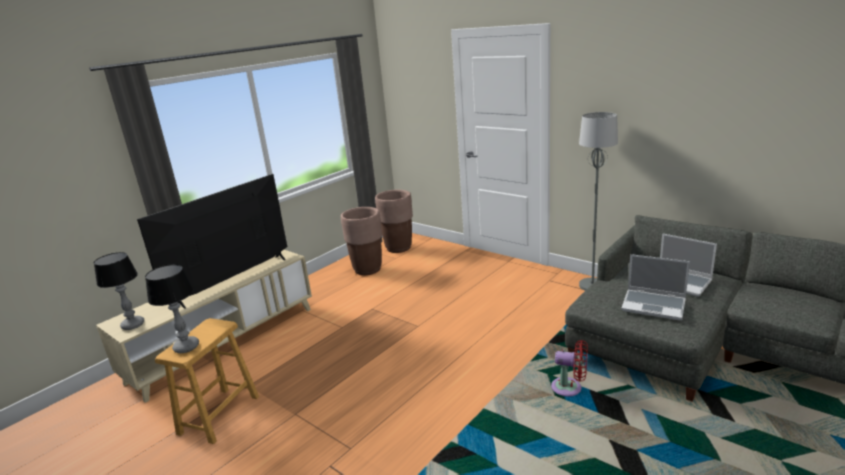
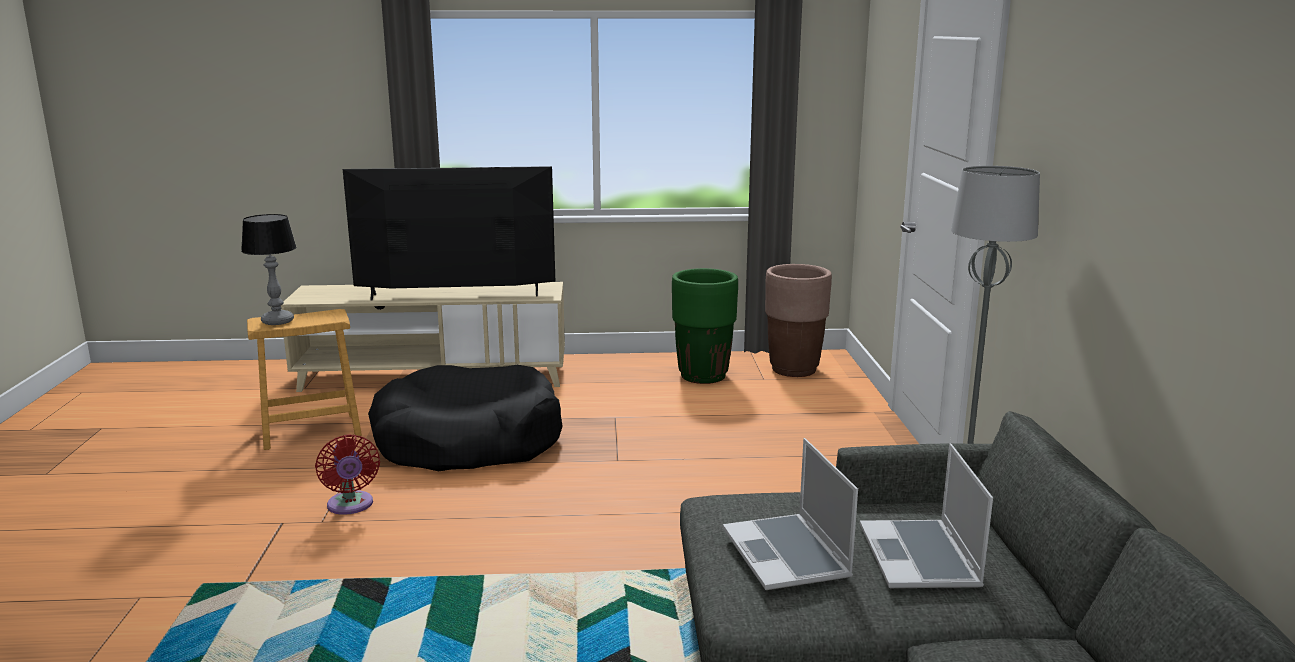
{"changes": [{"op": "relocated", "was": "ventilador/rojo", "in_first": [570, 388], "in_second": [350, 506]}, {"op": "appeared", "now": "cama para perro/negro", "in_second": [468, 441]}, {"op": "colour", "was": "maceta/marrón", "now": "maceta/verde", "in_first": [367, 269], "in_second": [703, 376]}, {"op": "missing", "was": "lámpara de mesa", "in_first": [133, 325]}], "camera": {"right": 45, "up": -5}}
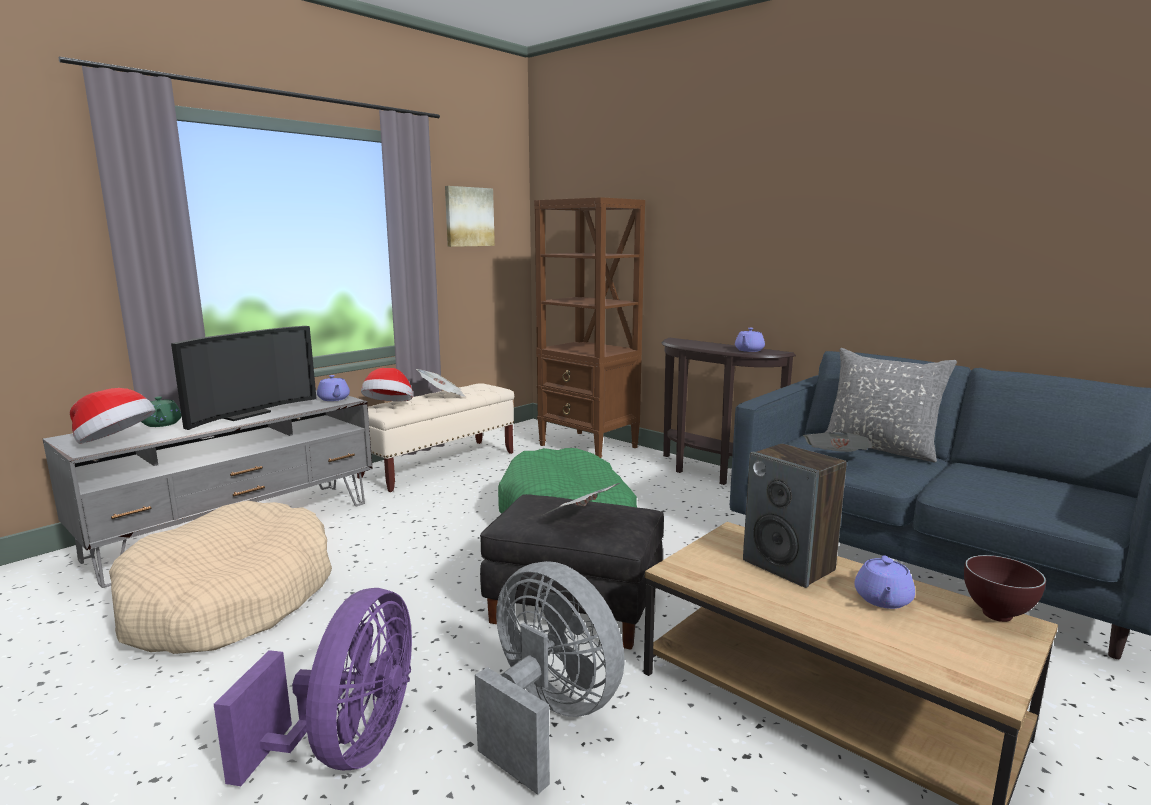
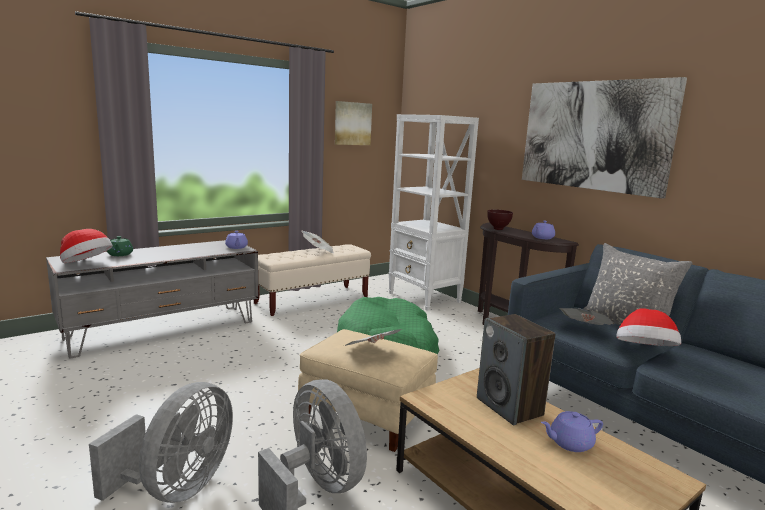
{"changes": [{"op": "colour", "was": "ventilador/morado", "now": "ventilador/gris", "in_first": [347, 748], "in_second": [177, 488]}, {"op": "colour", "was": "puf/negro", "now": "puf/beis", "in_first": [576, 606], "in_second": [367, 415]}, {"op": "colour", "was": "estantería/marrón", "now": "estantería/blanco", "in_first": [589, 446], "in_second": [424, 298]}, {"op": "relocated", "was": "cuenco/marrón", "in_first": [994, 615], "in_second": [497, 229]}, {"op": "appeared", "now": "cuadro", "in_second": [594, 135]}, {"op": "spun", "was": "tetera/morado", "in_first": [882, 599], "in_second": [569, 443], "clockwise": 45}, {"op": "relocated", "was": "sombrero", "in_first": [389, 406], "in_second": [644, 352]}, {"op": "missing", "was": "cama para perro/beis", "in_first": [229, 600]}, {"op": "missing", "was": "televisor", "in_first": [244, 415]}], "camera": {"right": 10, "up": 0}}
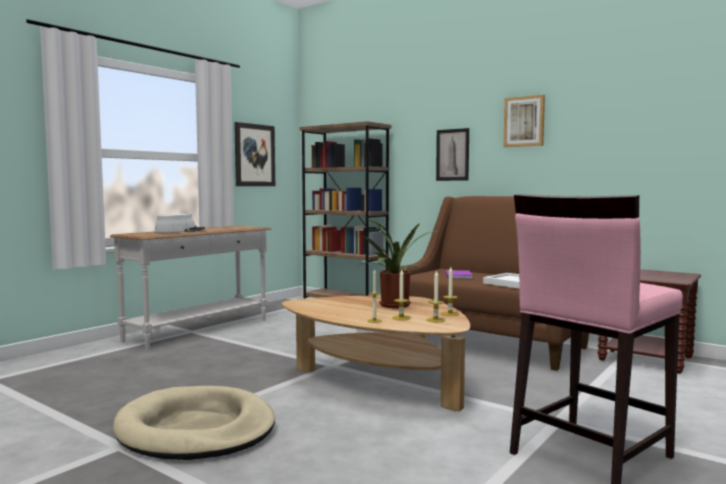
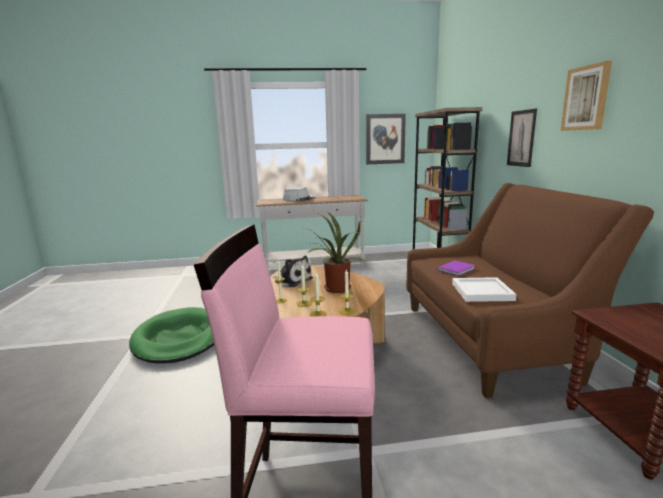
{"changes": [{"op": "colour", "was": "cama para perro/beis", "now": "cama para perro/verde", "in_first": [196, 429], "in_second": [179, 339]}, {"op": "appeared", "now": "peluche", "in_second": [292, 280]}], "camera": {"right": 45, "up": 10}}
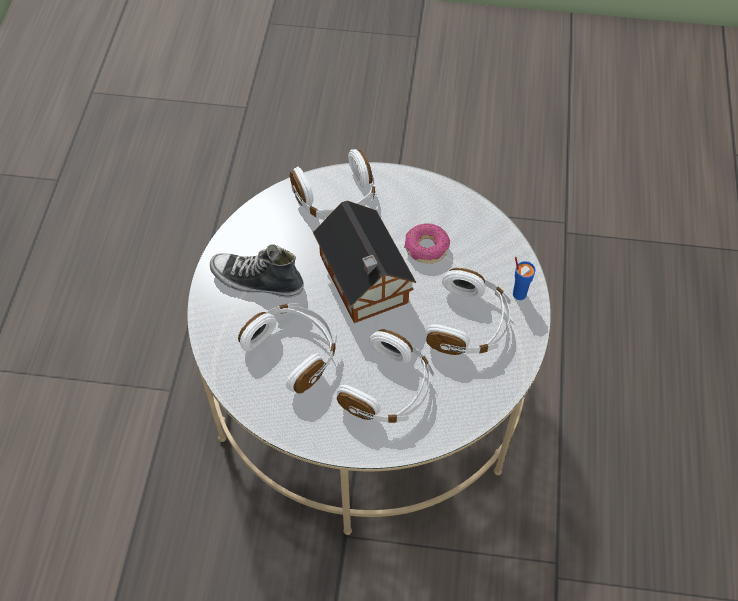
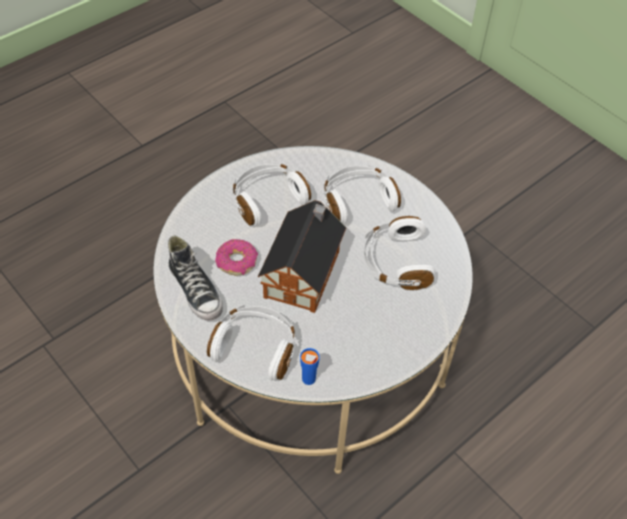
{"changes": [{"op": "relocated", "was": "zapato", "in_first": [257, 280], "in_second": [196, 291]}, {"op": "relocated", "was": "taza/azul", "in_first": [519, 294], "in_second": [308, 379]}], "camera": {"right": -140, "up": -5}}
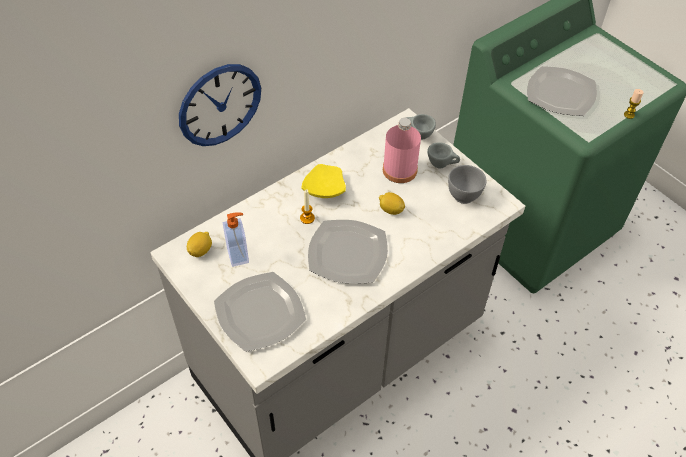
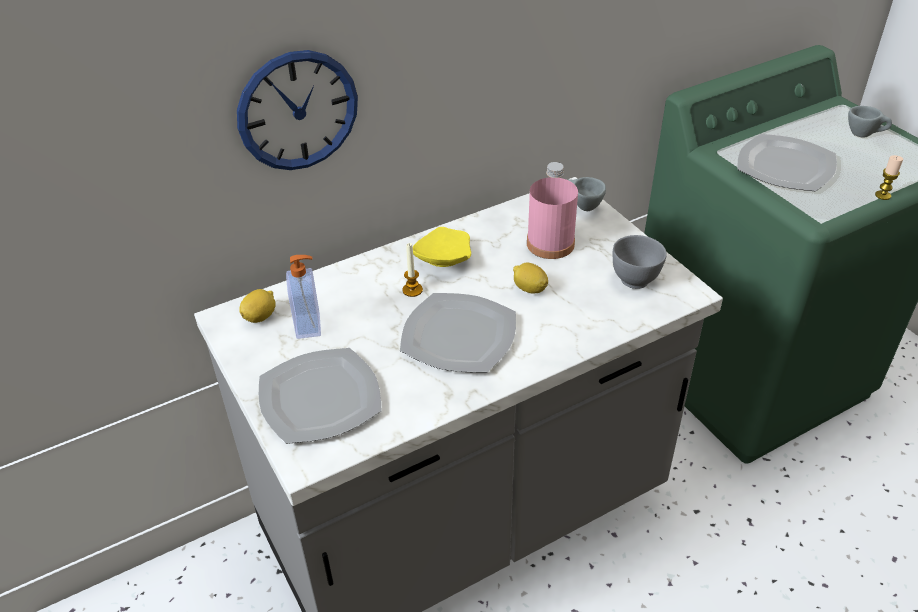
{"changes": [{"op": "relocated", "was": "taza/gris", "in_first": [442, 165], "in_second": [864, 135]}], "camera": {"right": 10, "up": -10}}
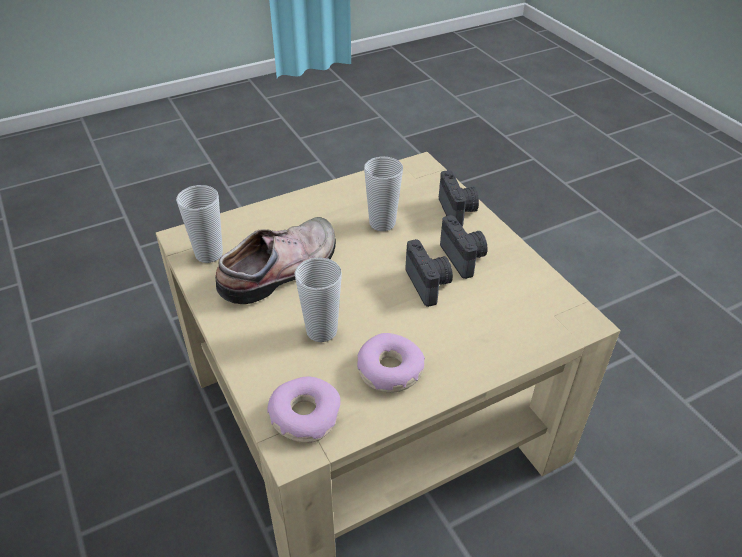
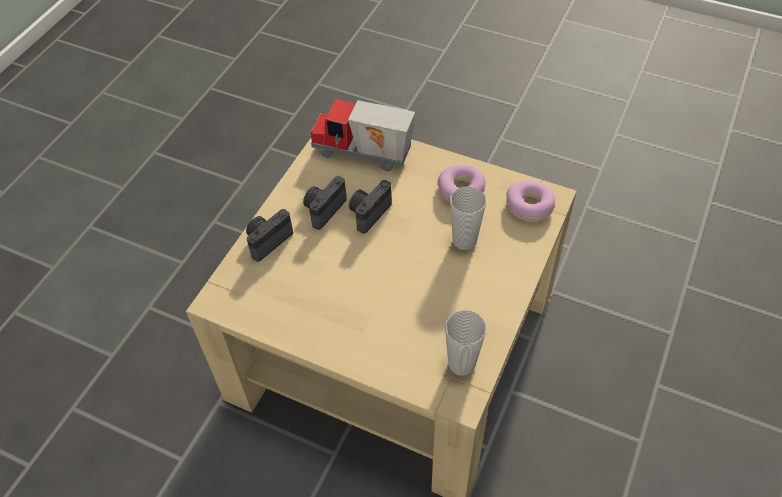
{"changes": [{"op": "appeared", "now": "camión de juguete", "in_second": [363, 155]}, {"op": "missing", "was": "zapato", "in_first": [283, 271]}, {"op": "missing", "was": "taza", "in_first": [382, 223]}], "camera": {"right": -125, "up": 10}}
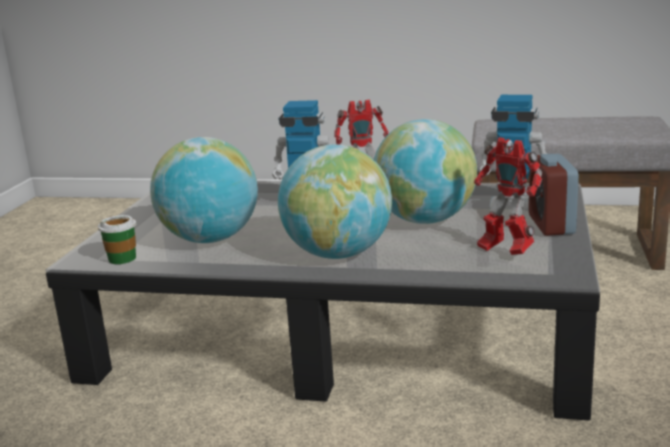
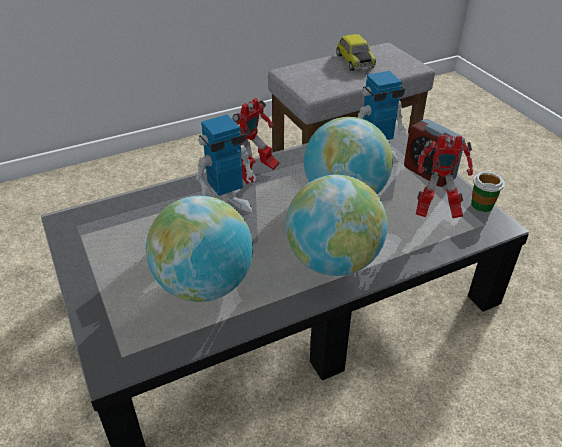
{"changes": [{"op": "appeared", "now": "coche de juguete", "in_second": [354, 61]}, {"op": "relocated", "was": "taza", "in_first": [122, 258], "in_second": [482, 205]}], "camera": {"right": -40, "up": 20}}
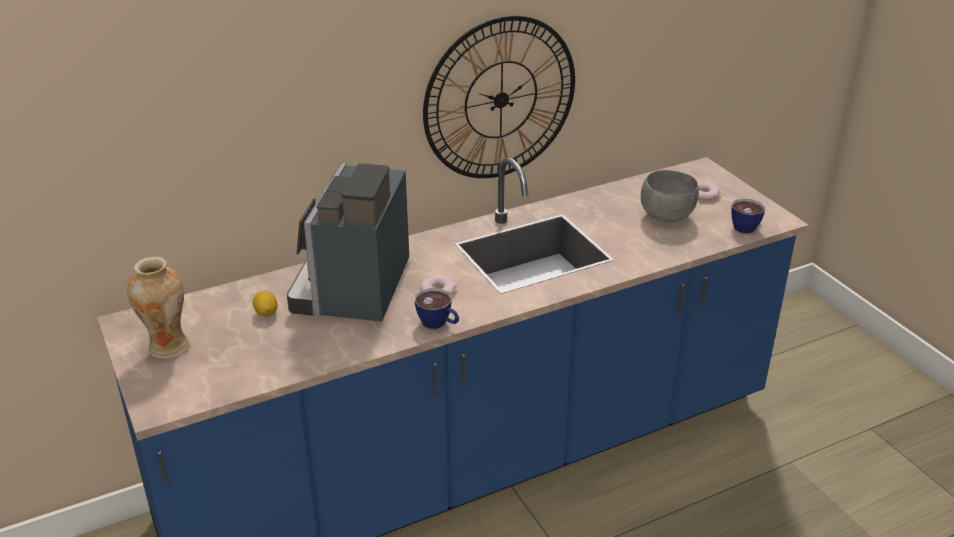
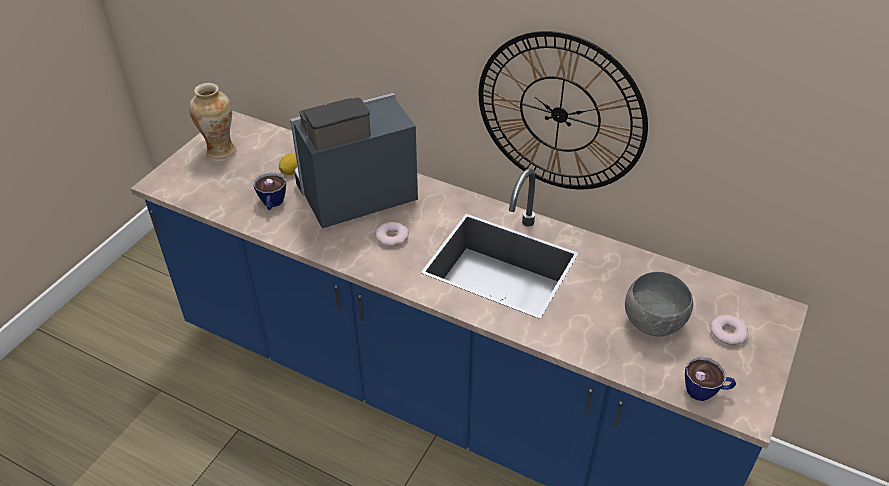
{"changes": [{"op": "relocated", "was": "taza", "in_first": [439, 324], "in_second": [272, 204]}], "camera": {"right": 55, "up": 10}}
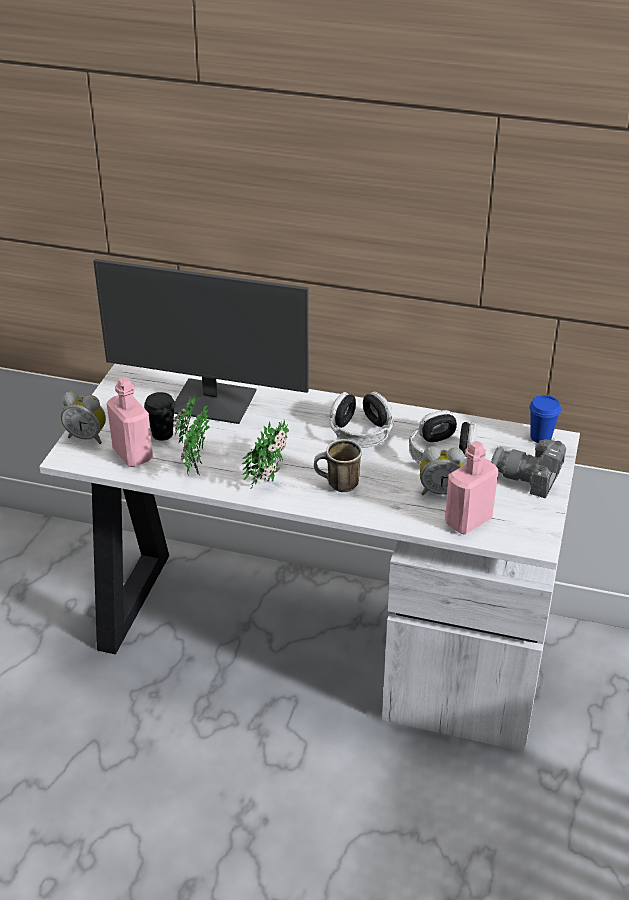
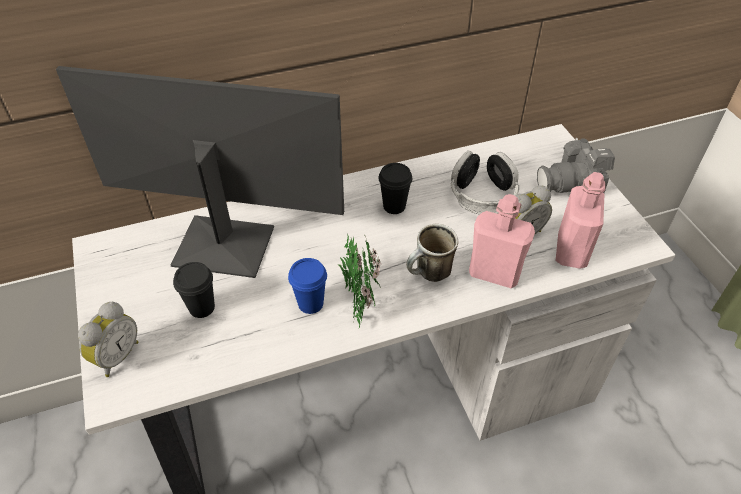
{"changes": [{"op": "spun", "was": "monitor", "in_first": [212, 403], "in_second": [224, 244], "clockwise": -150}, {"op": "spun", "was": "despertador", "in_first": [87, 437], "in_second": [116, 356], "clockwise": -45}, {"op": "relocated", "was": "taza/azul", "in_first": [540, 437], "in_second": [310, 303]}, {"op": "exchanged", "was": "auriculares", "now": "taza/negro", "in_first": [360, 431], "in_second": [394, 206]}, {"op": "relocated", "was": "botella/rosa", "in_first": [132, 454], "in_second": [494, 273]}, {"op": "missing", "was": "planta en maceta", "in_first": [193, 465]}], "camera": {"right": -35, "up": 10}}
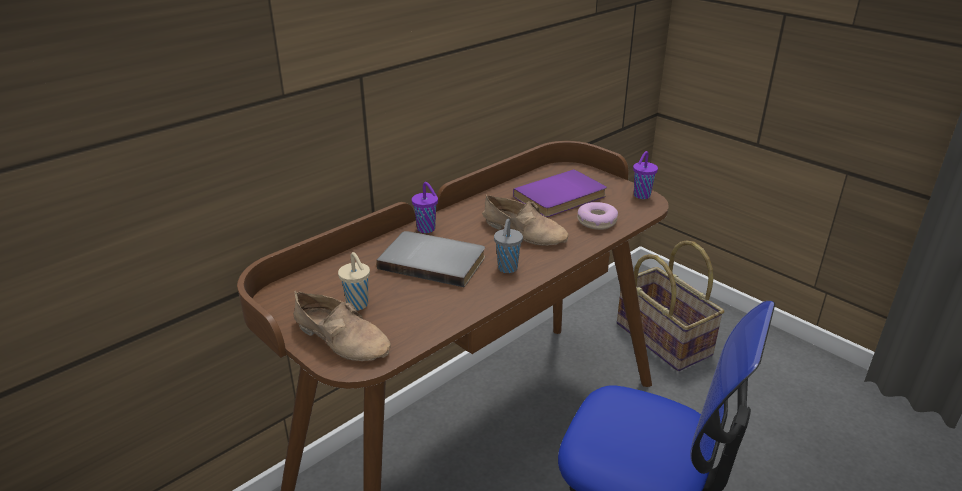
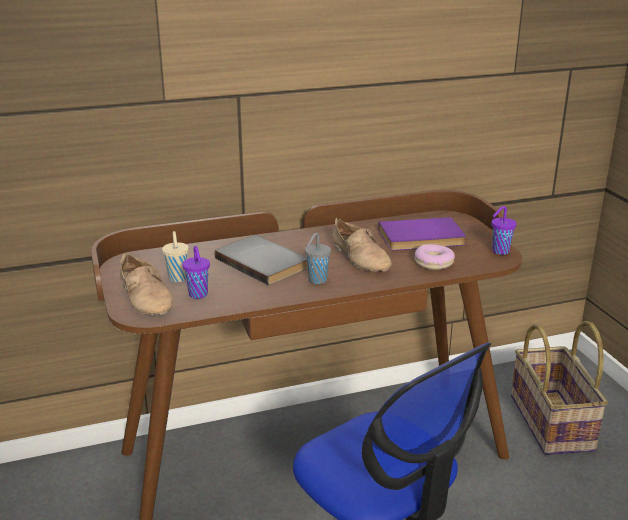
{"changes": [{"op": "relocated", "was": "taza/morado", "in_first": [427, 229], "in_second": [198, 295]}], "camera": {"right": 25, "up": -5}}
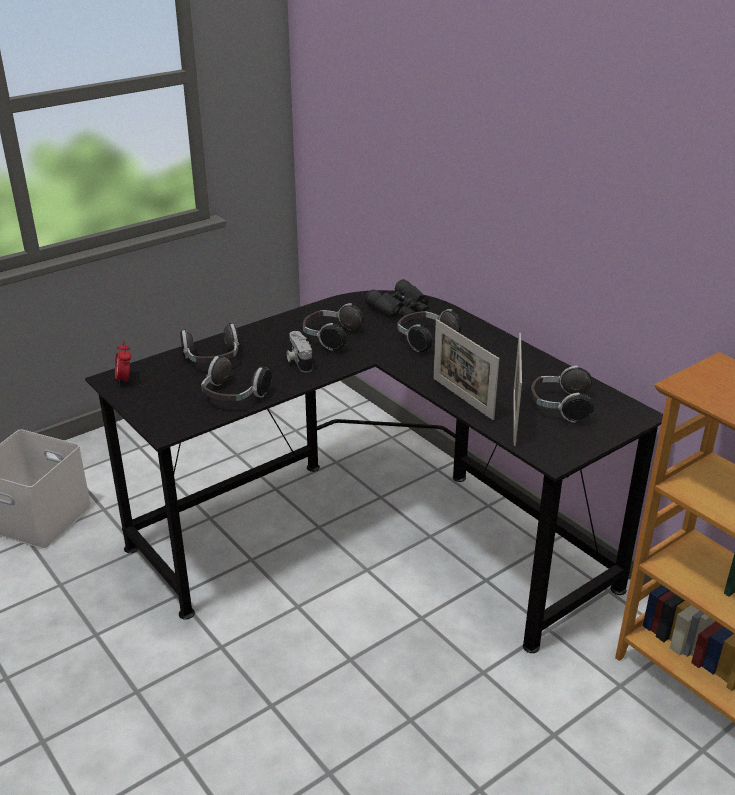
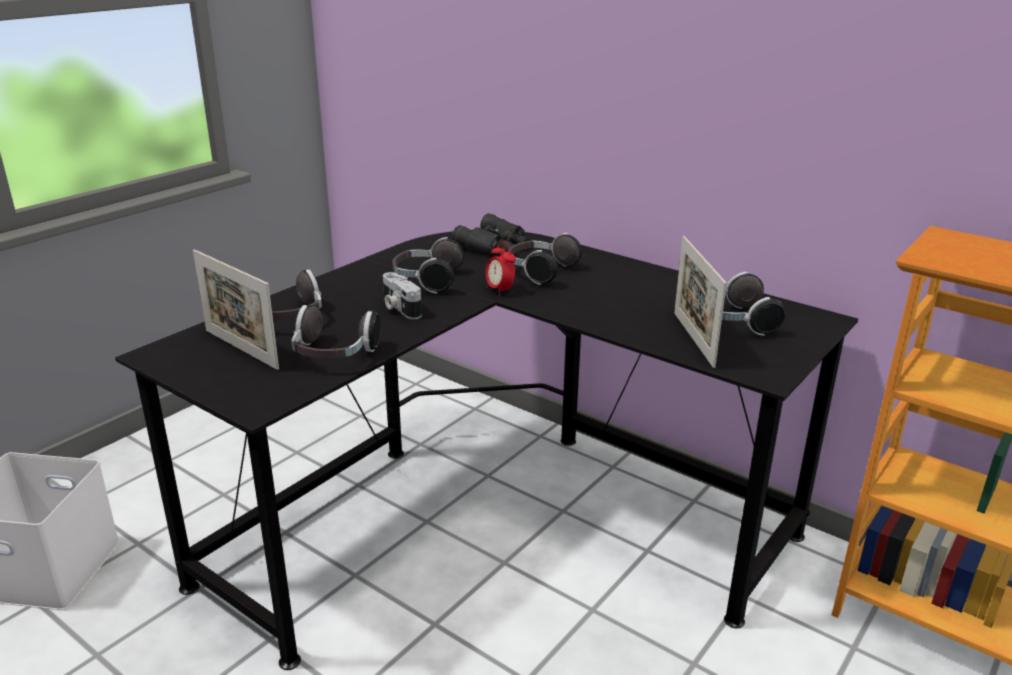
{"changes": [{"op": "relocated", "was": "portarretratos", "in_first": [462, 398], "in_second": [241, 349]}, {"op": "relocated", "was": "despertador", "in_first": [125, 380], "in_second": [500, 290]}], "camera": {"right": -15, "up": -5}}
